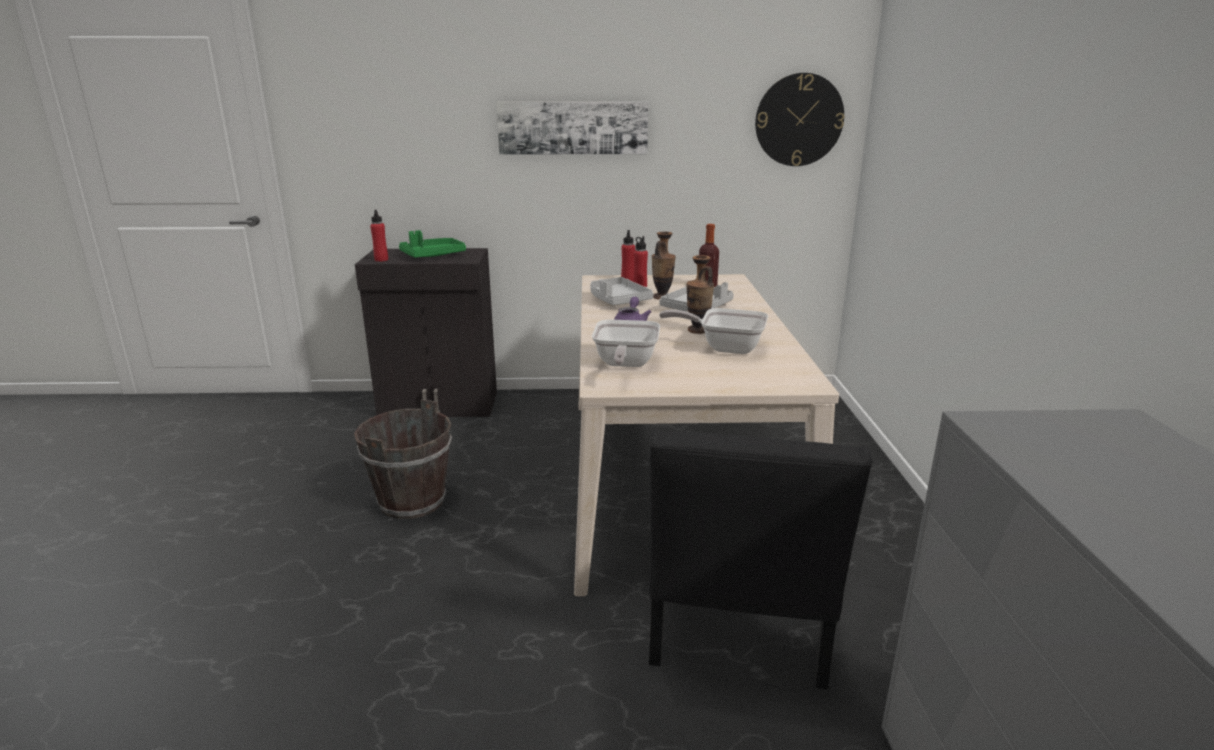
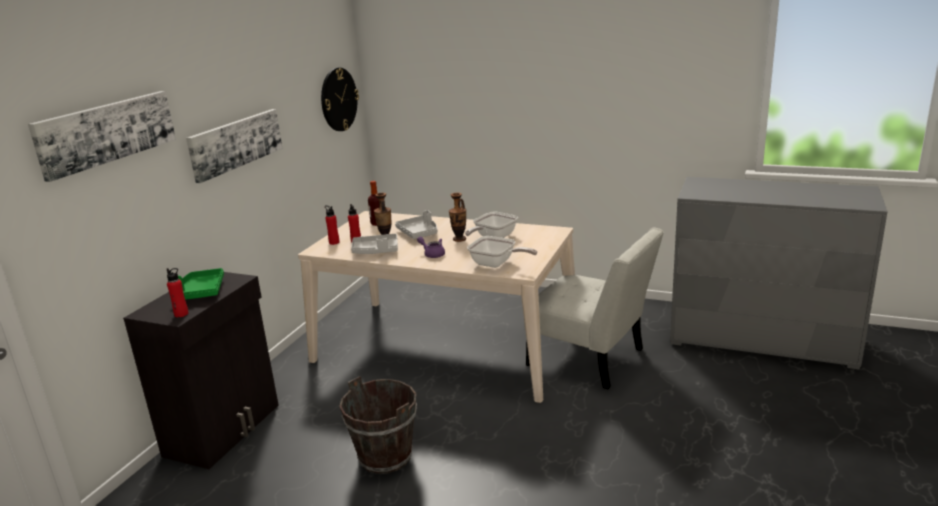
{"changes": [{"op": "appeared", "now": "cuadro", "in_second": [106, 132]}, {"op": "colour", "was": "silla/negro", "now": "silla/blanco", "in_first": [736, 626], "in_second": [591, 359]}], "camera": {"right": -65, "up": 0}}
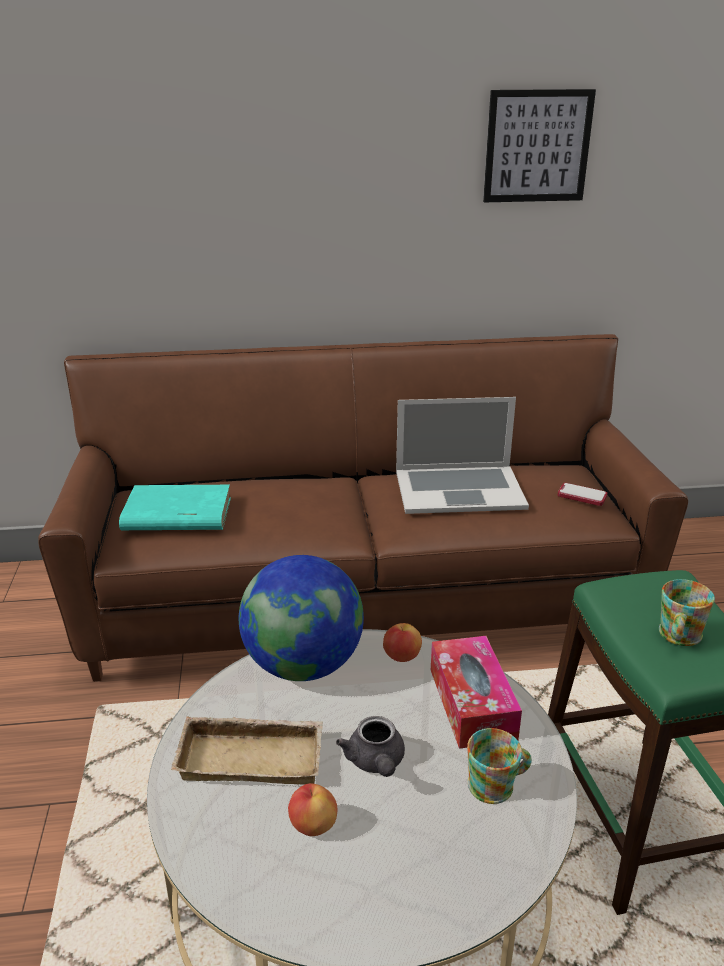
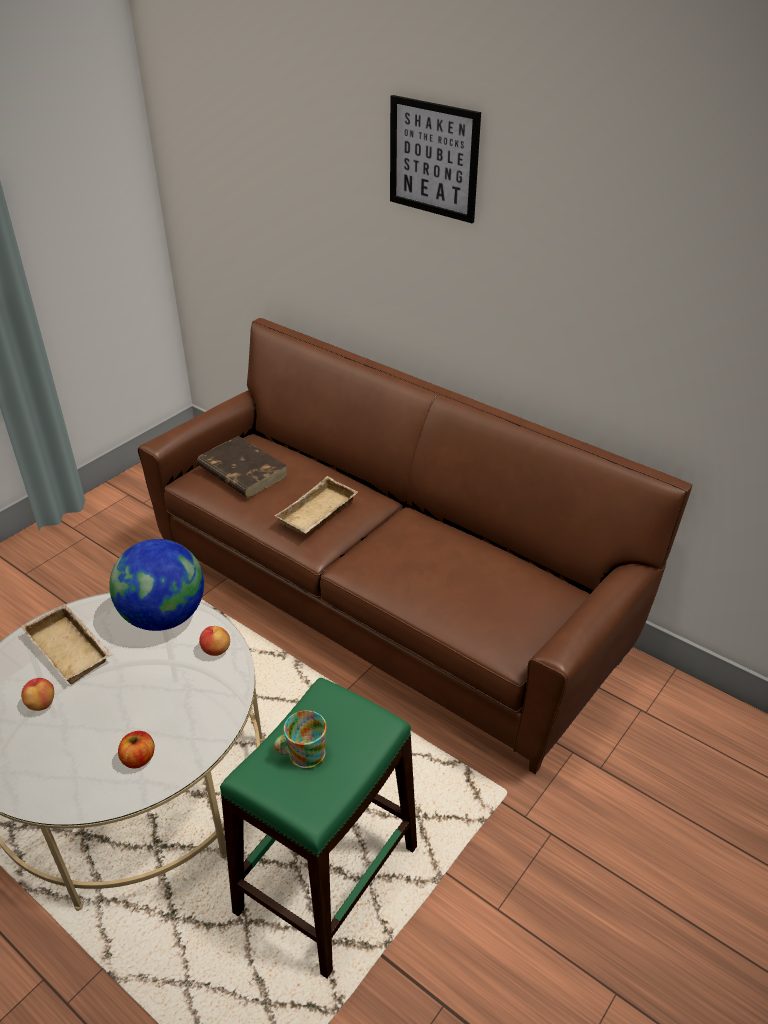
{"changes": [{"op": "exchanged", "was": "taza grande", "now": "manzana", "in_first": [497, 785], "in_second": [138, 759]}, {"op": "colour", "was": "libro/turquesa", "now": "libro/marrón", "in_first": [176, 514], "in_second": [242, 471]}, {"op": "appeared", "now": "bandeja/beis", "in_second": [318, 513]}, {"op": "relocated", "was": "cuadro", "in_first": [537, 146], "in_second": [433, 159]}, {"op": "missing", "was": "tetera/gris", "in_first": [375, 763]}, {"op": "missing", "was": "portátil", "in_first": [459, 489]}, {"op": "missing", "was": "caja de pañuelos", "in_first": [472, 703]}, {"op": "missing", "was": "móvil", "in_first": [582, 495]}], "camera": {"right": 45, "up": 10}}
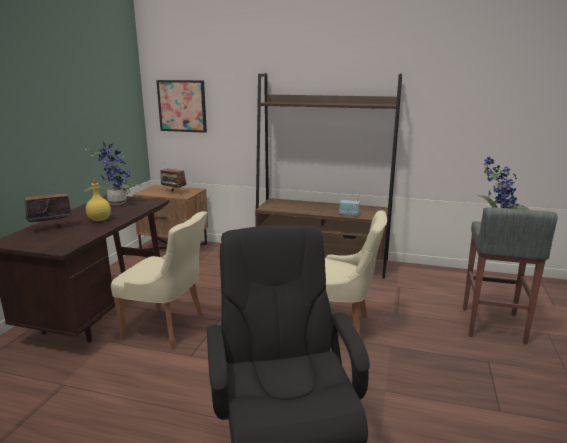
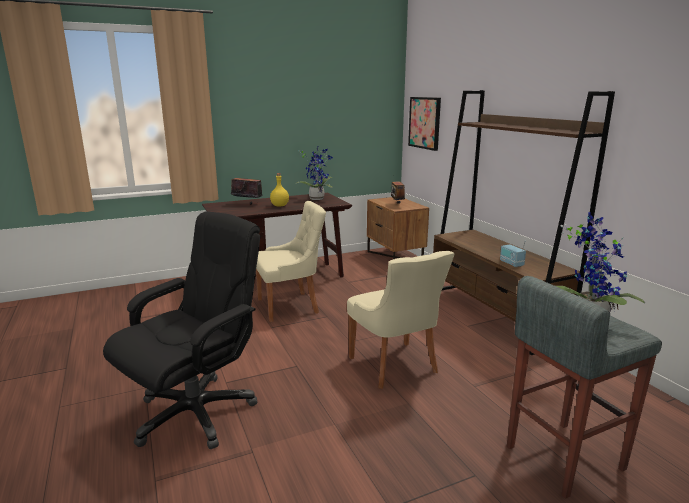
{"changes": [{"op": "spun", "was": "silla/beis", "in_first": [167, 328], "in_second": [290, 306], "clockwise": -90}], "camera": {"right": 50, "up": 0}}
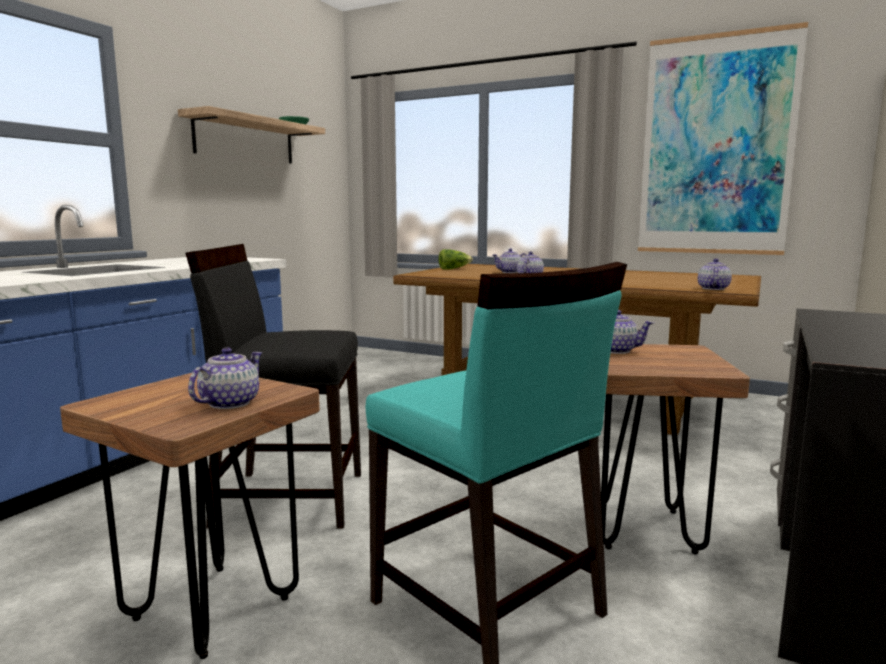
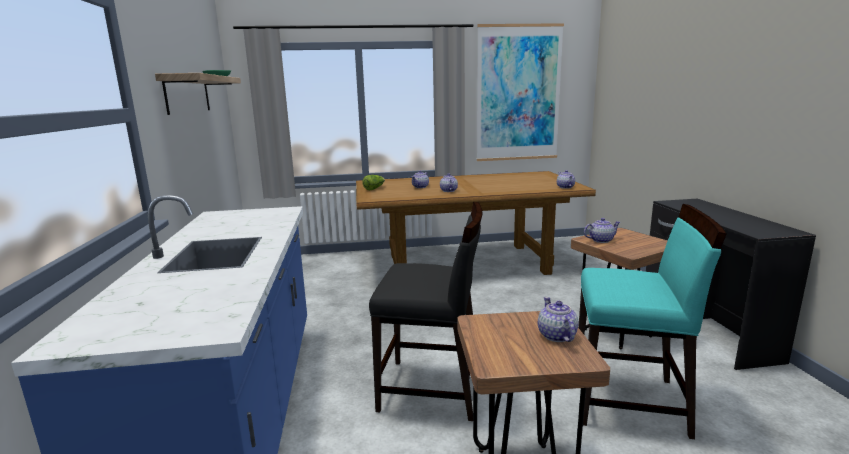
{"changes": [{"op": "spun", "was": "silla/negro", "in_first": [289, 498], "in_second": [432, 389], "clockwise": -135}], "camera": {"right": -35, "up": 5}}
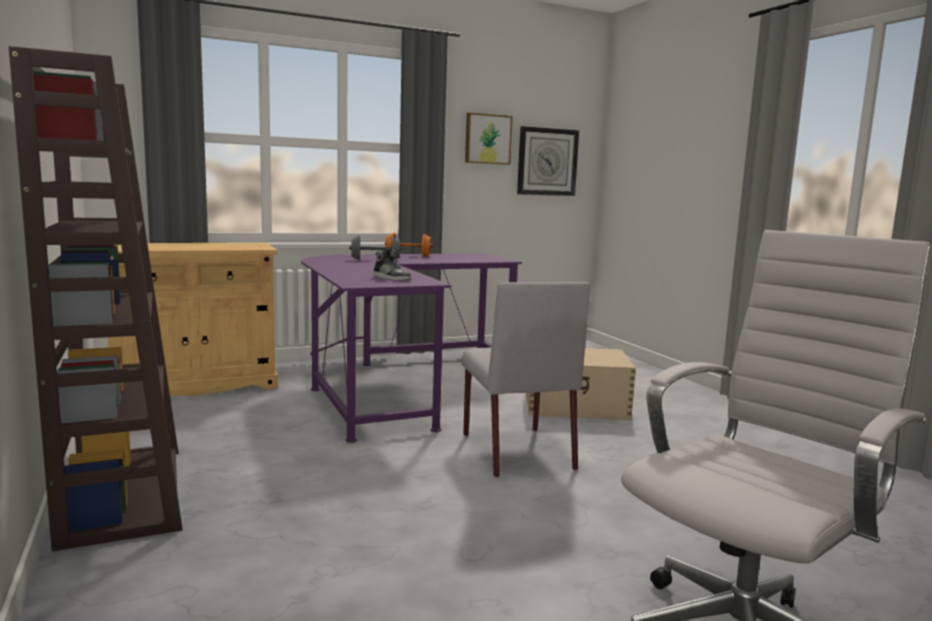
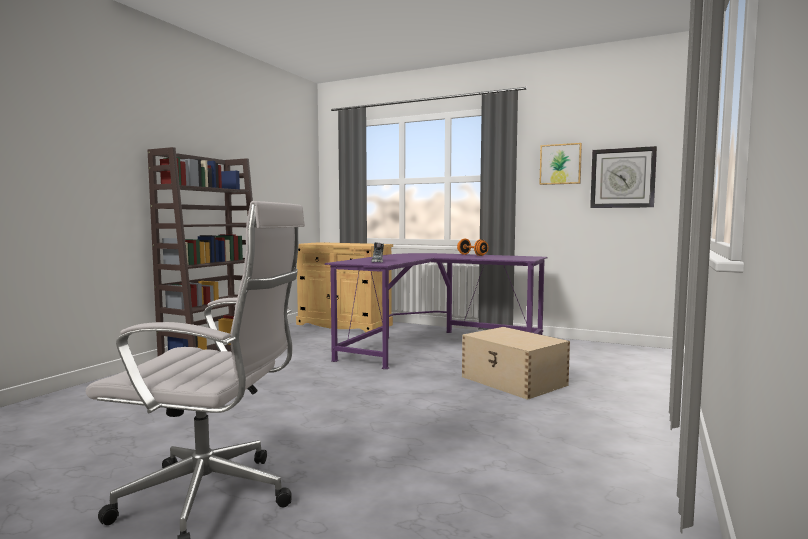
{"changes": [{"op": "missing", "was": "mancuerna/gris", "in_first": [375, 260]}, {"op": "missing", "was": "silla/gris", "in_first": [516, 450]}], "camera": {"right": 50, "up": -5}}
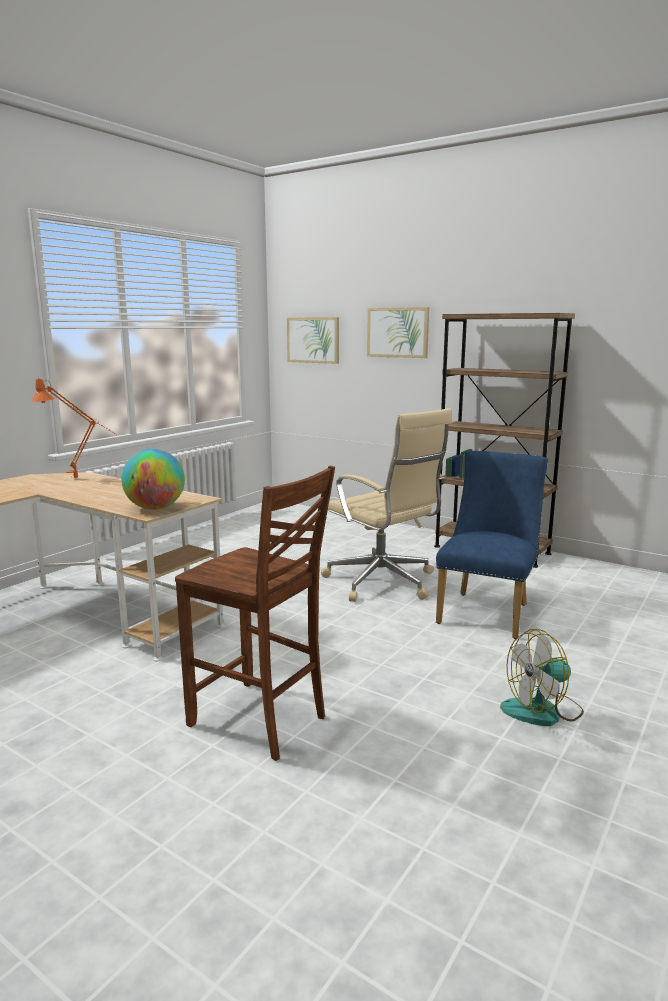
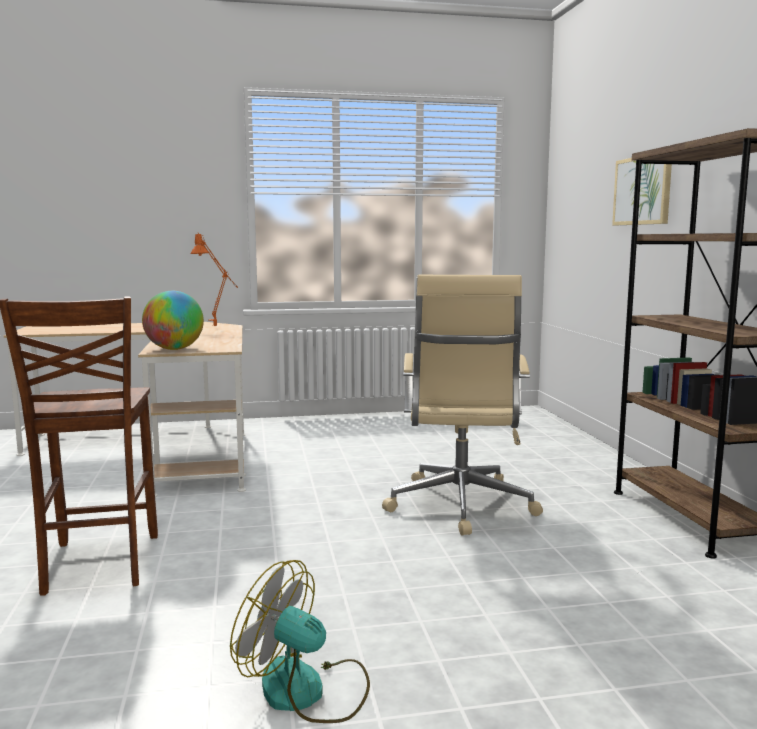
{"changes": [{"op": "missing", "was": "cuadro", "in_first": [313, 340]}, {"op": "missing", "was": "silla/azul", "in_first": [487, 611]}], "camera": {"right": 45, "up": -5}}
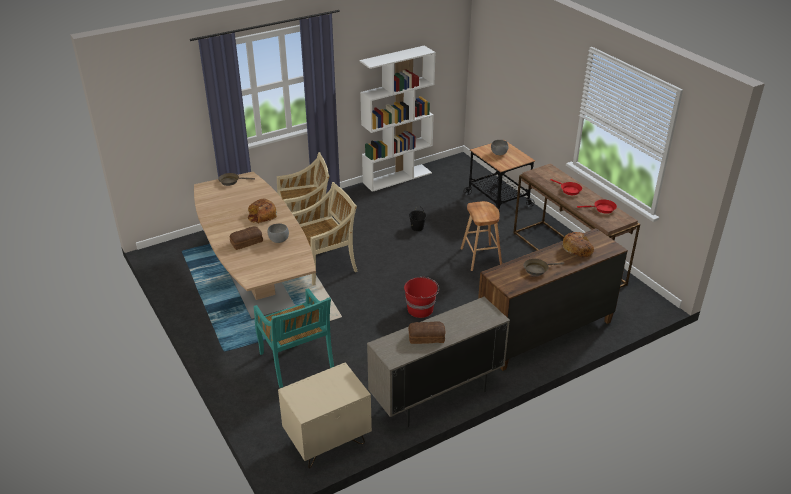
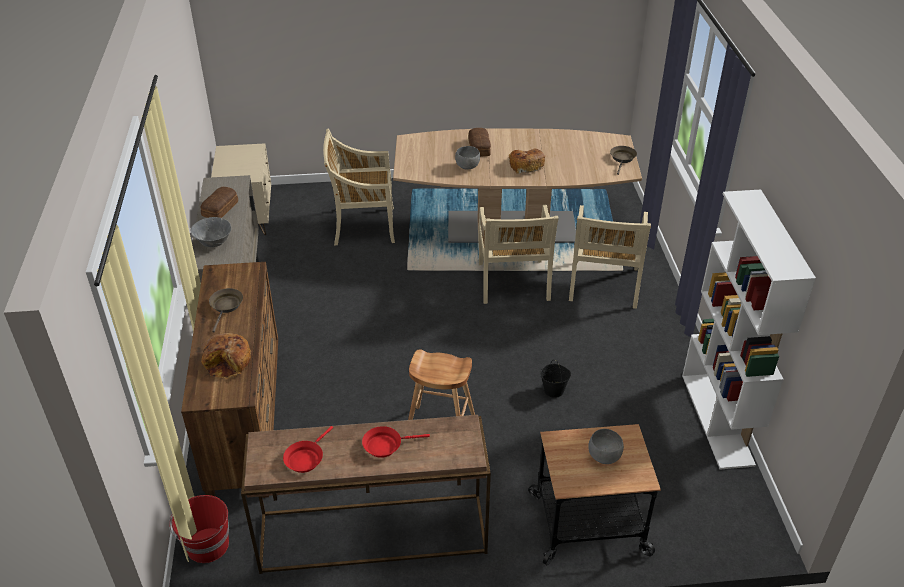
{"changes": [{"op": "relocated", "was": "cubo/rojo", "in_first": [421, 309], "in_second": [207, 546]}, {"op": "appeared", "now": "cuenco/gris", "in_second": [213, 243]}, {"op": "colour", "was": "silla/turquesa", "now": "silla/beis", "in_first": [296, 361], "in_second": [362, 226]}], "camera": {"right": 115, "up": 5}}
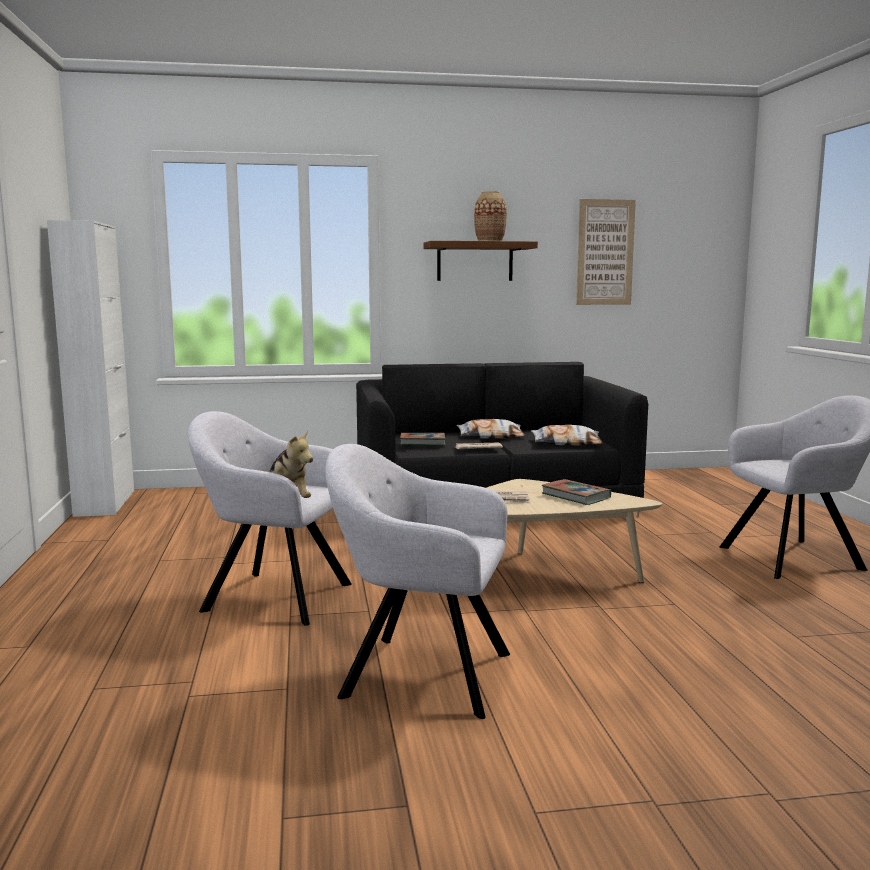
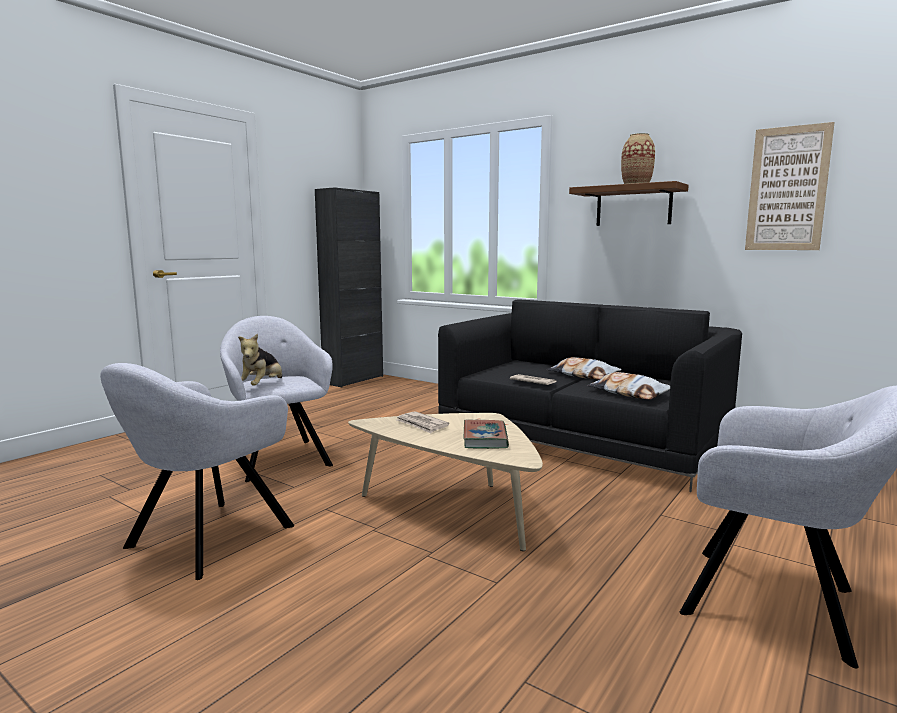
{"changes": [{"op": "spun", "was": "sillón/gris", "in_first": [419, 673], "in_second": [205, 539], "clockwise": -120}, {"op": "colour", "was": "armario/blanco", "now": "armario/negro", "in_first": [105, 503], "in_second": [353, 380]}, {"op": "missing", "was": "libro", "in_first": [422, 442]}], "camera": {"right": 45, "up": 0}}
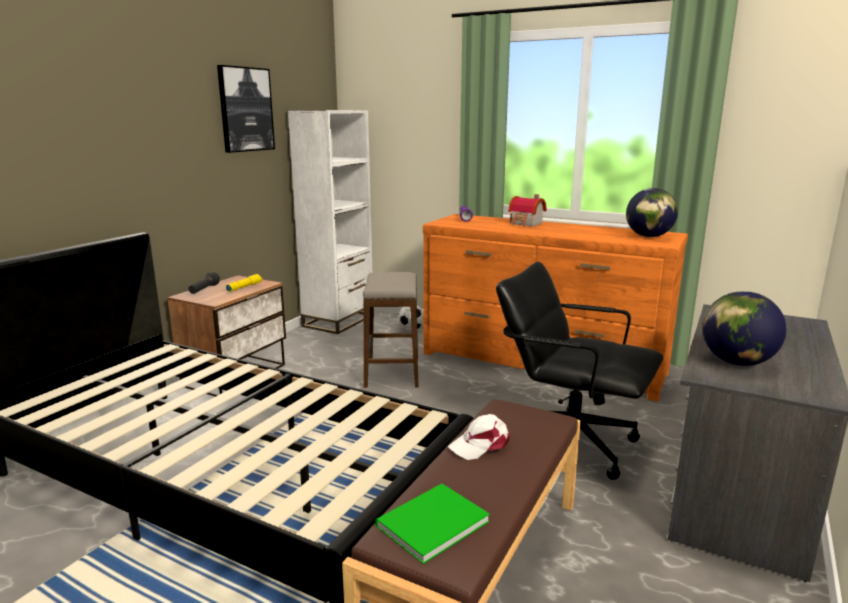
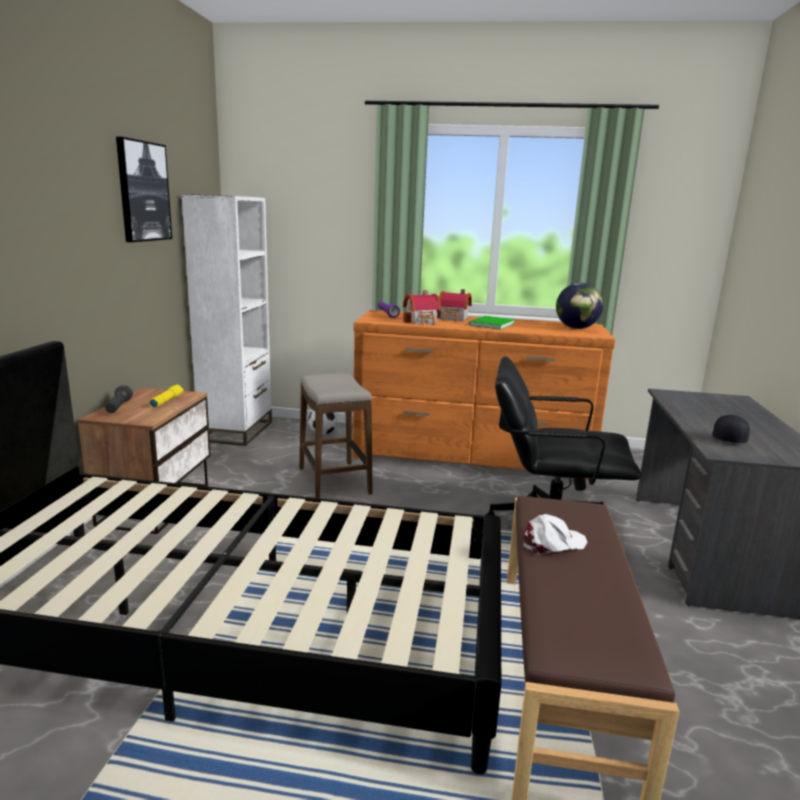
{"changes": [{"op": "appeared", "now": "casita", "in_second": [422, 322]}, {"op": "relocated", "was": "libro/verde", "in_first": [428, 524], "in_second": [490, 324]}, {"op": "spun", "was": "gorra/blanco", "in_first": [481, 444], "in_second": [552, 543], "clockwise": -150}, {"op": "exchanged", "was": "globo terráqueo", "now": "gorra/negro", "in_first": [736, 362], "in_second": [729, 438]}], "camera": {"right": -20, "up": 0}}
